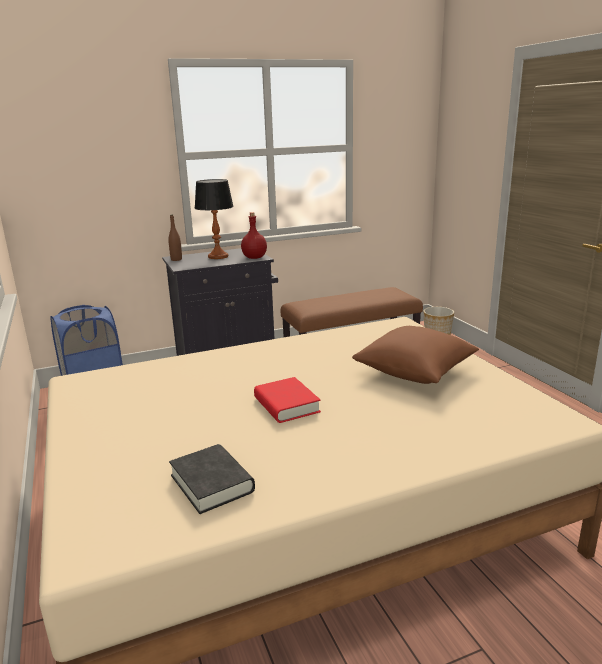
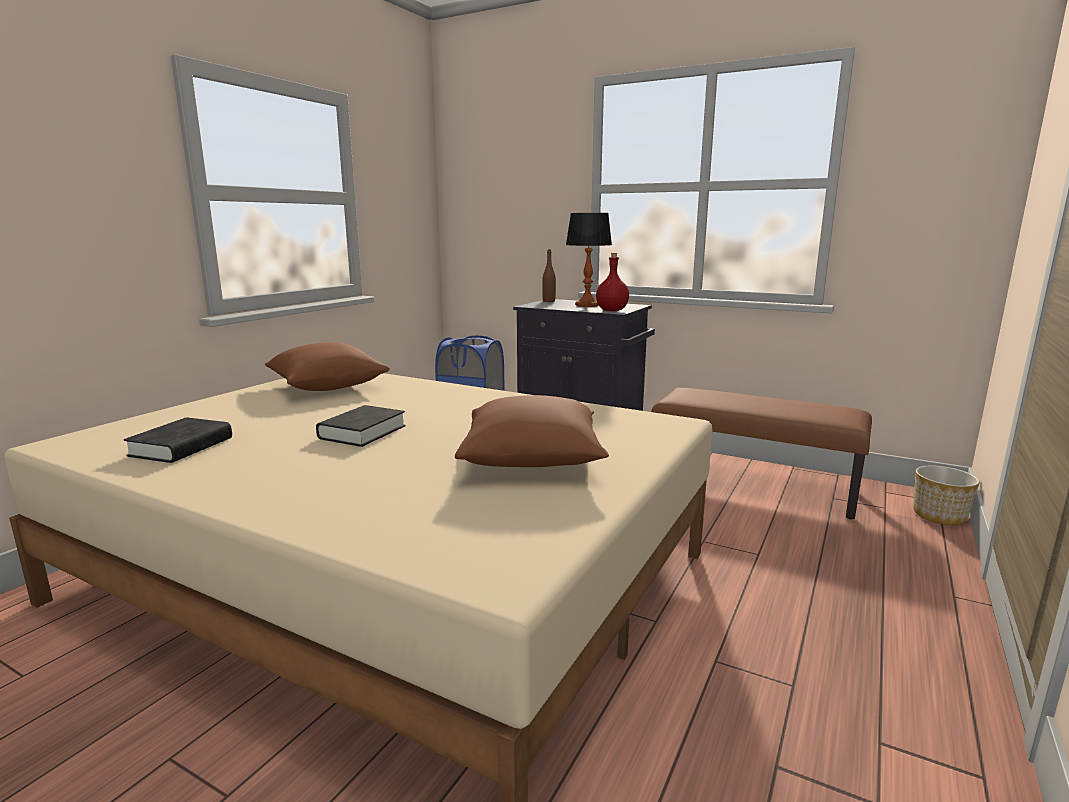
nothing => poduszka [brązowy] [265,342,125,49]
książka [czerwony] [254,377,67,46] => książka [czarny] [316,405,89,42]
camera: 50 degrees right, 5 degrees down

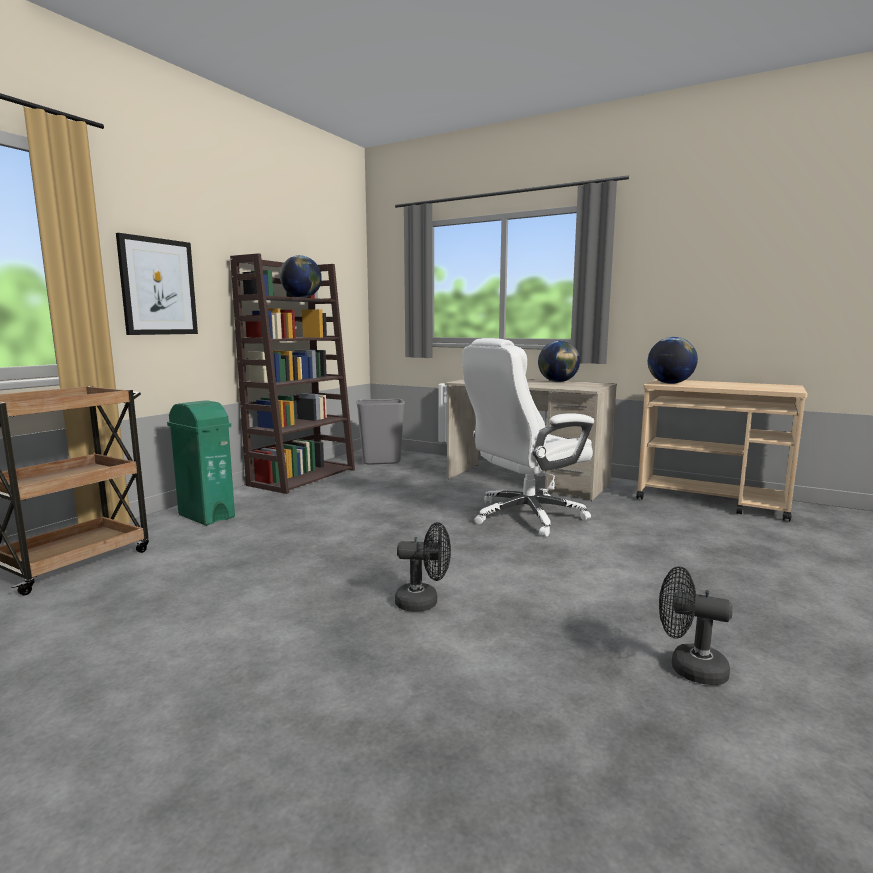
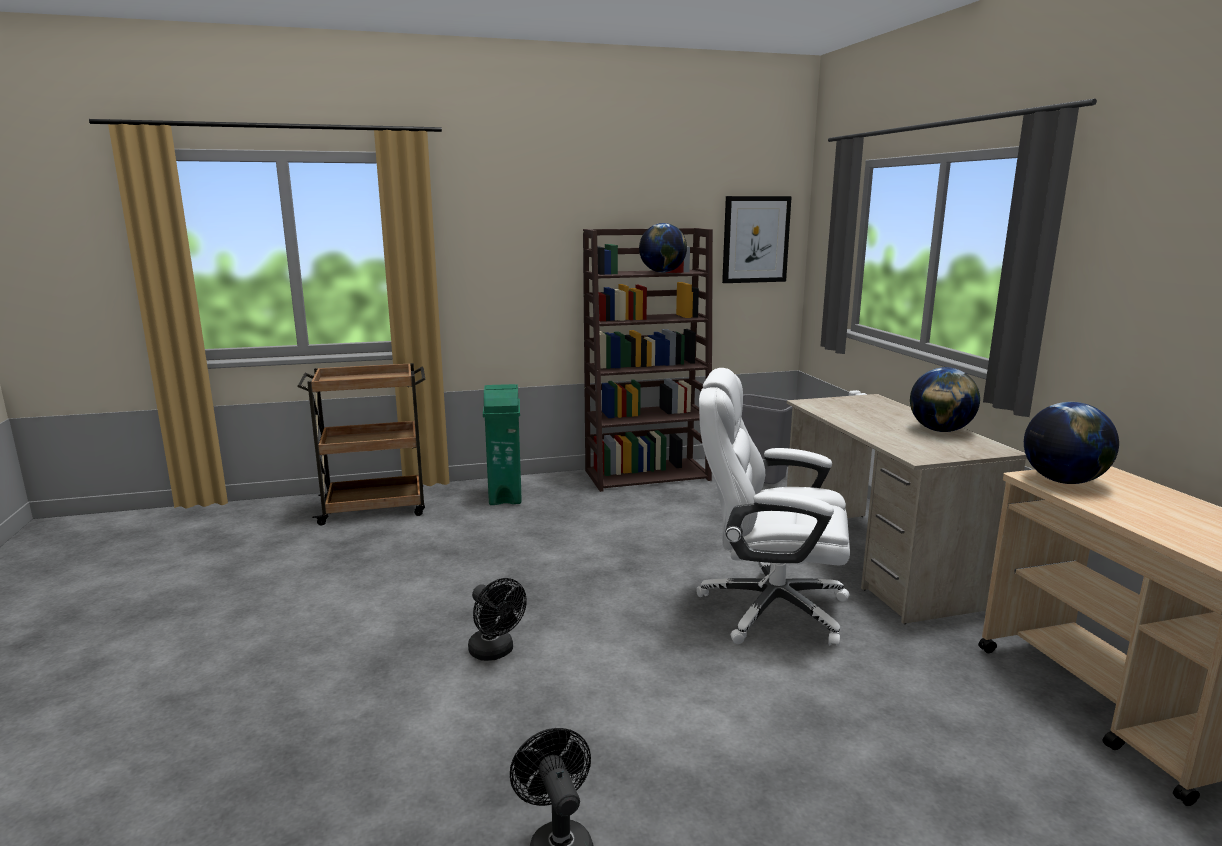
obraz [116,233,82,102] => obraz [722,196,70,87], shifted
camera: 45 degrees right, 5 degrees up

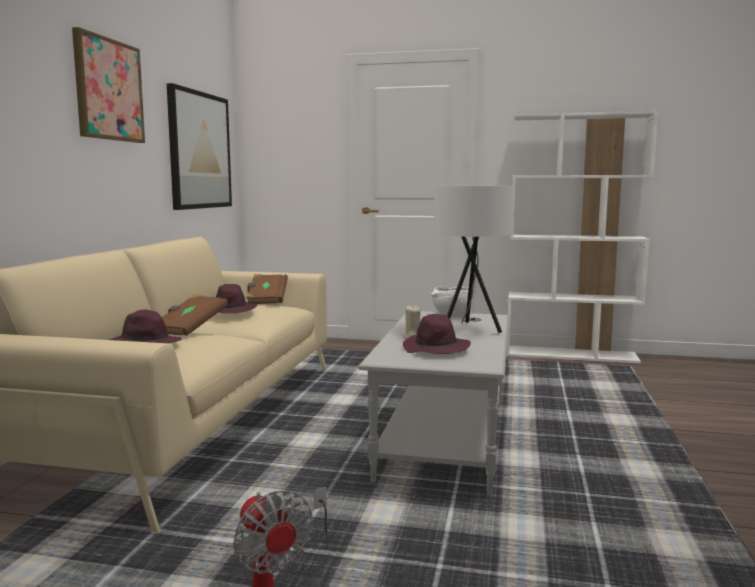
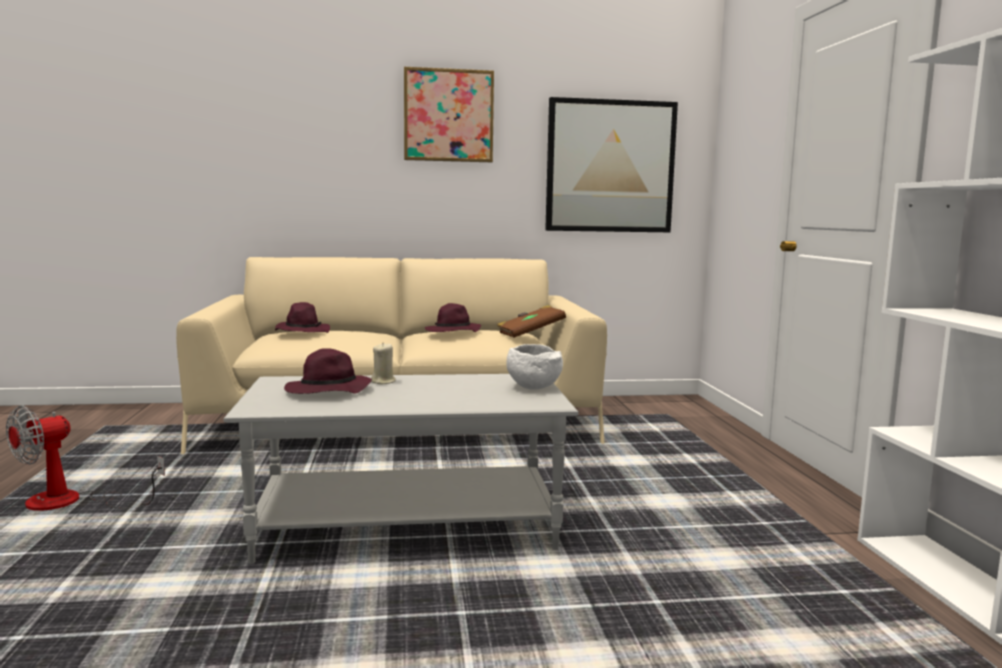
książka [brązowy] [162,294,66,42] => nothing
lampa stołowa [biały] [434,186,79,147] => nothing
camera: 70 degrees right, 0 degrees up

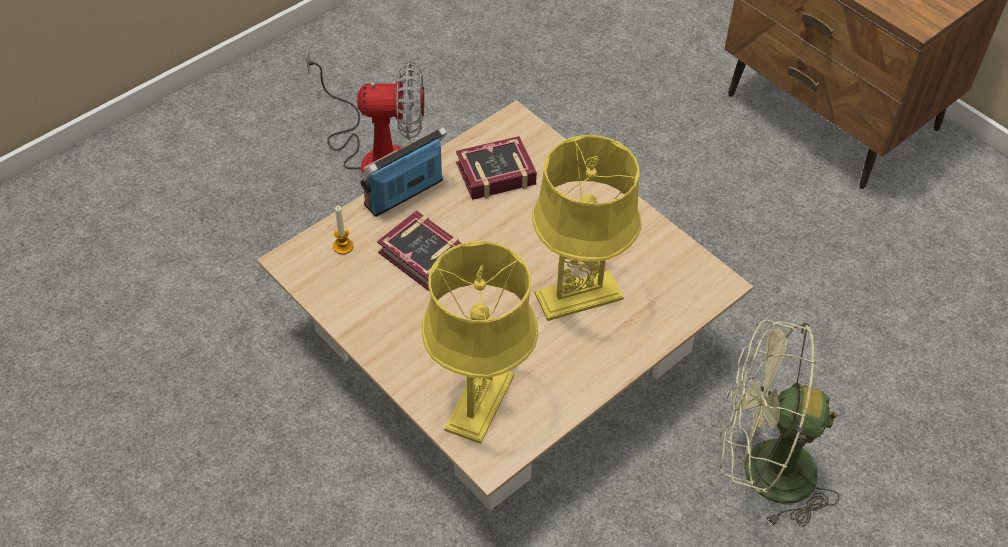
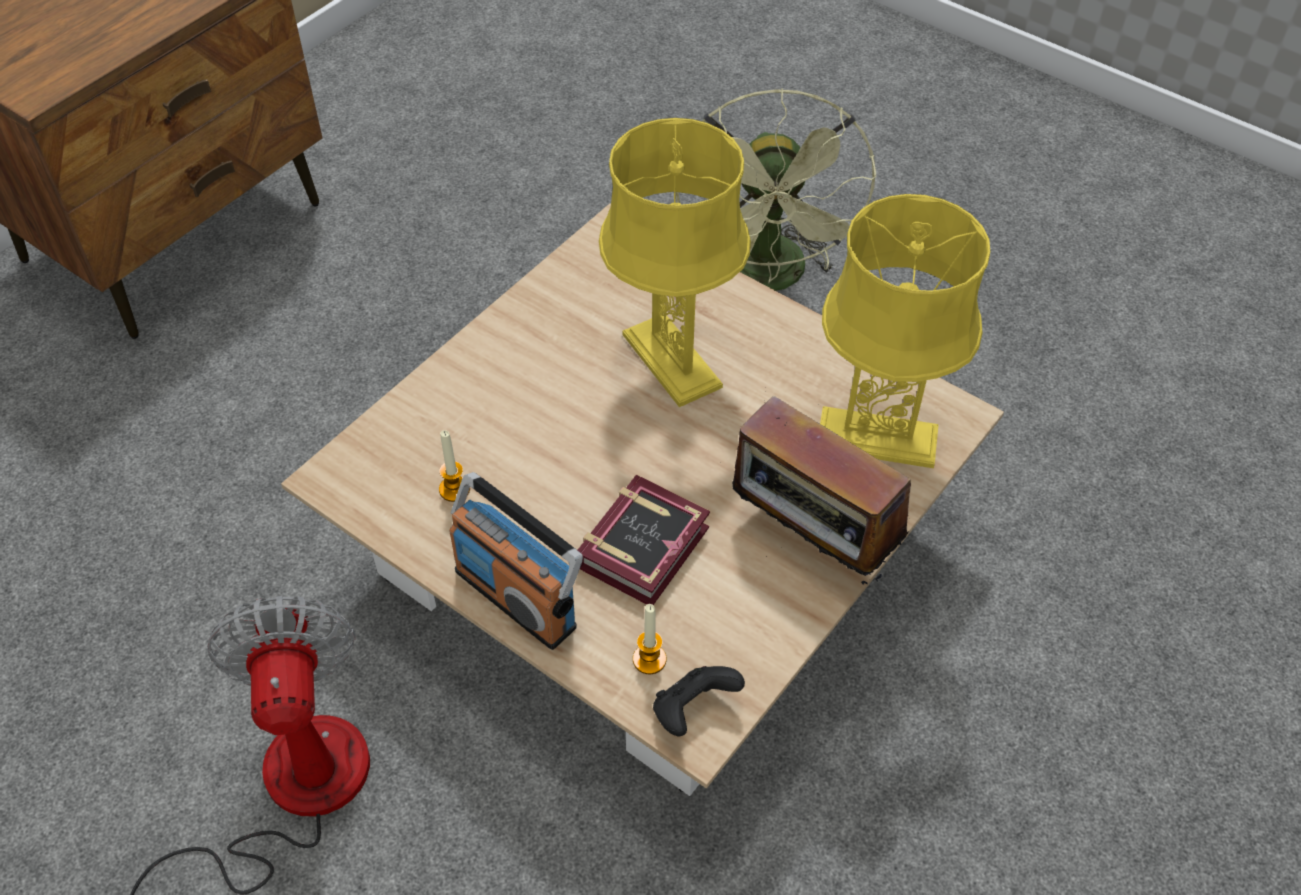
nothing => pad do gier [czarny] [653,666,92,70]
nothing => radio [732,391,179,197]
książka [456,136,81,64] => świeca [439,430,31,72]
camera: 100 degrees left, 0 degrees up

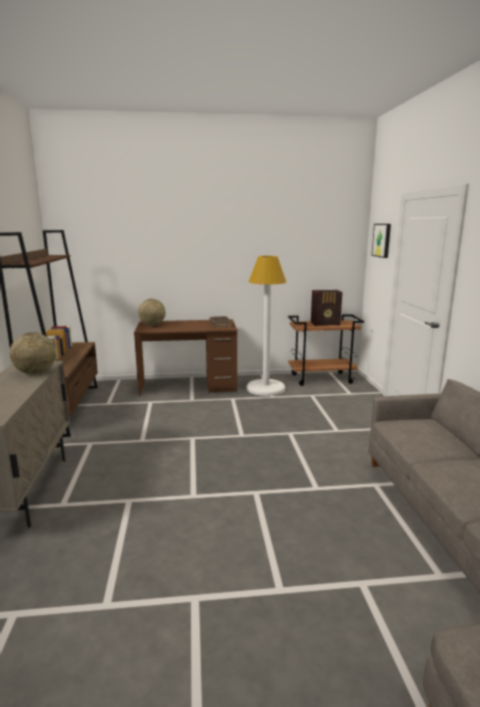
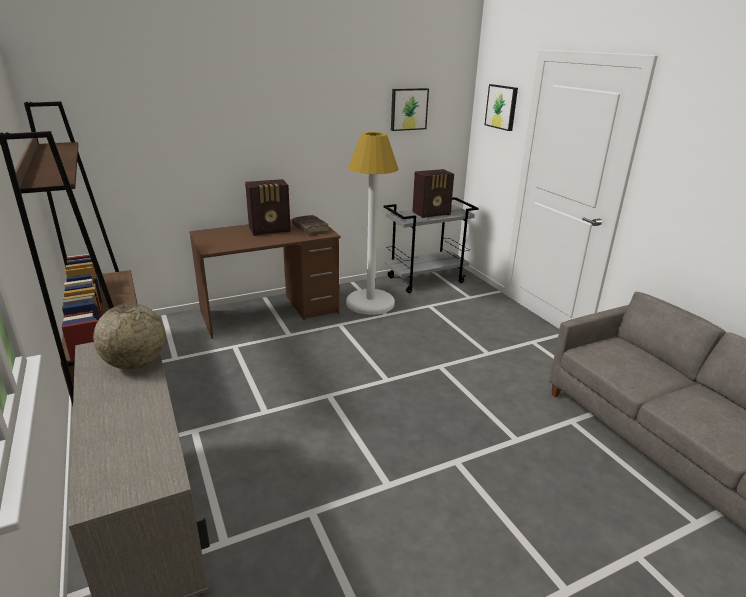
globus [138,299,28,27] => nothing
nothing => radio [245,179,46,57]
nothing => obraz [391,88,38,43]
wózek [brązowy] [288,314,76,72] => wózek [szary] [384,197,95,96]
camera: 20 degrees left, 10 degrees up

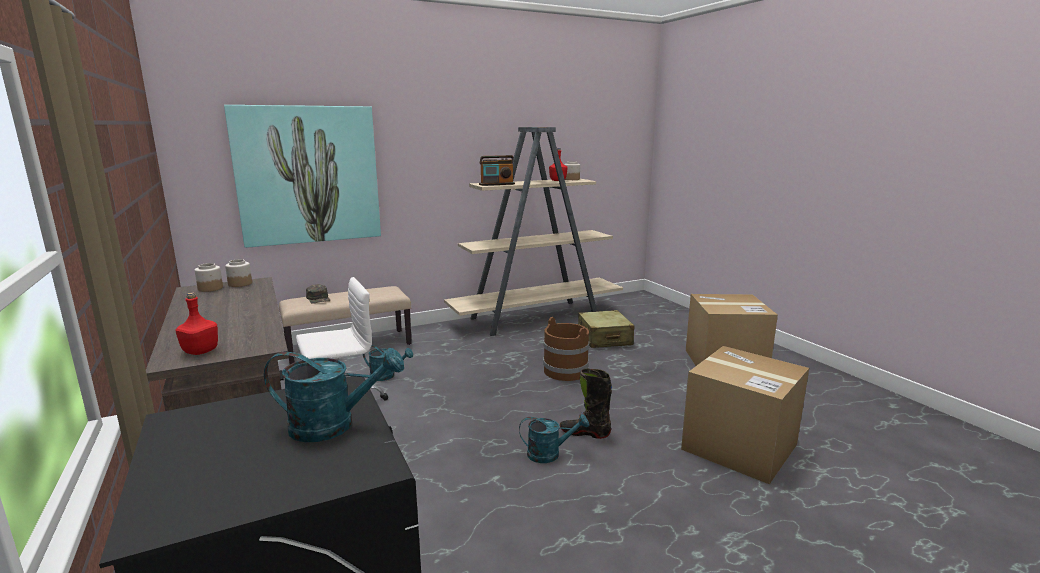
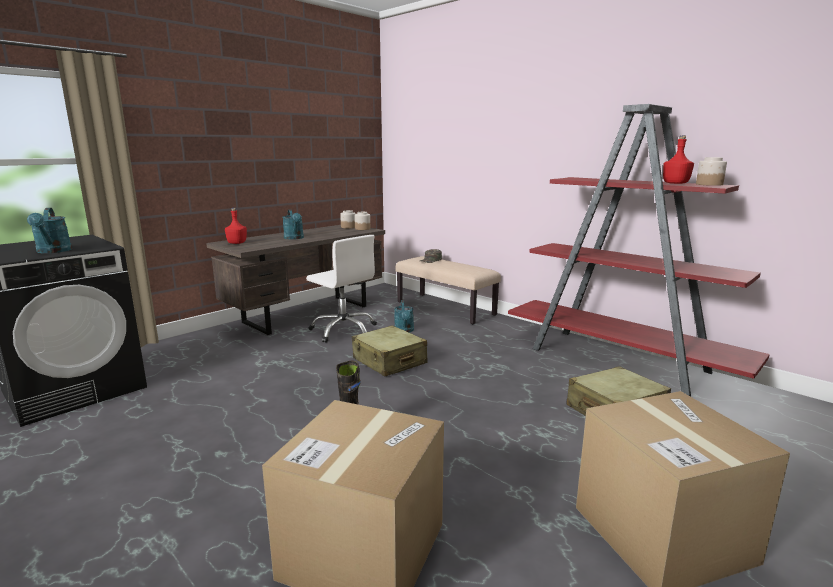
obraz [224,105,157,143] => nothing
radio [479,155,36,31] => nothing
wiadro [brązowy] [543,317,46,64] => nothing
nothing => walizka [beżowy] [352,325,75,51]
konewka [turkusowy] [519,414,70,49] => konewka [turkusowy] [283,209,21,30], shifted
regał [beżowy] [444,127,179,209] => regał [czerwony] [508,104,262,293]
camera: 70 degrees right, 0 degrees up

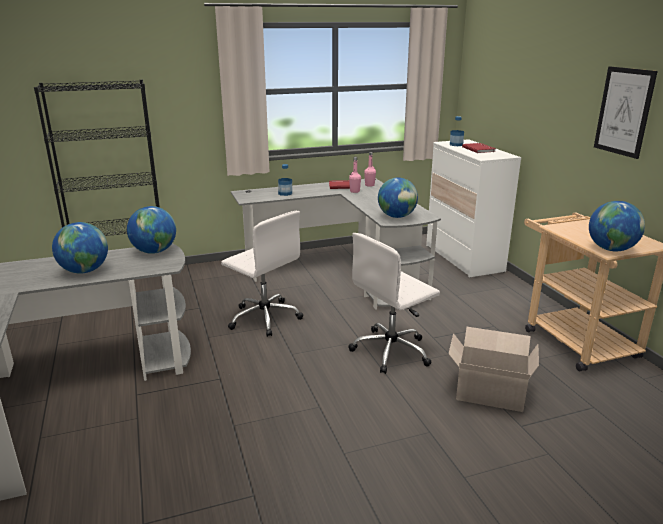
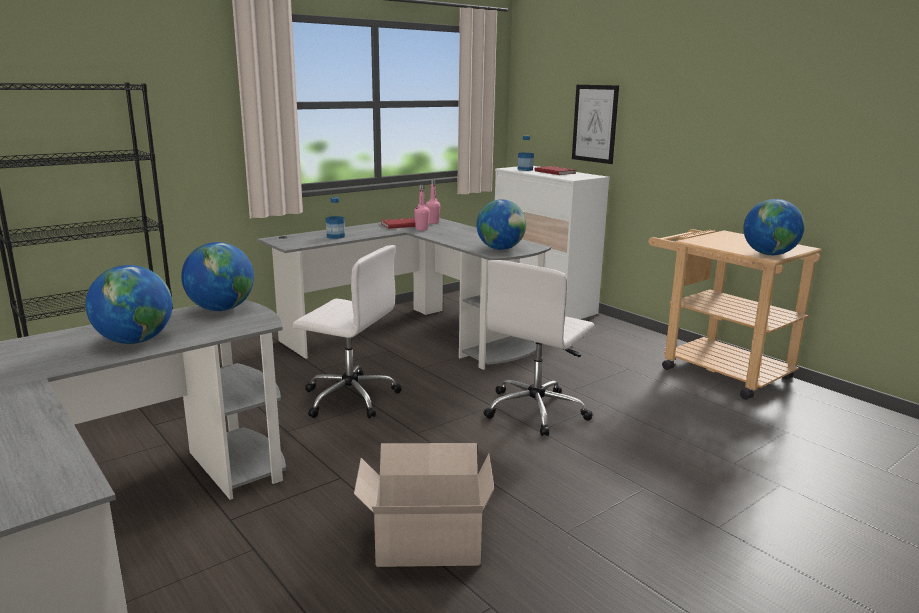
karton [448,327,91,85] => karton [354,443,140,124], shifted
obraz [594,66,64,93] => obraz [572,85,47,79], shifted
camera: 20 degrees left, 5 degrees down

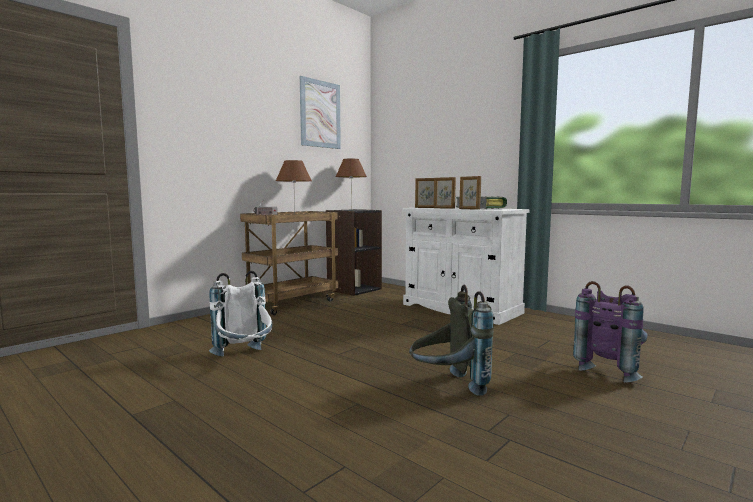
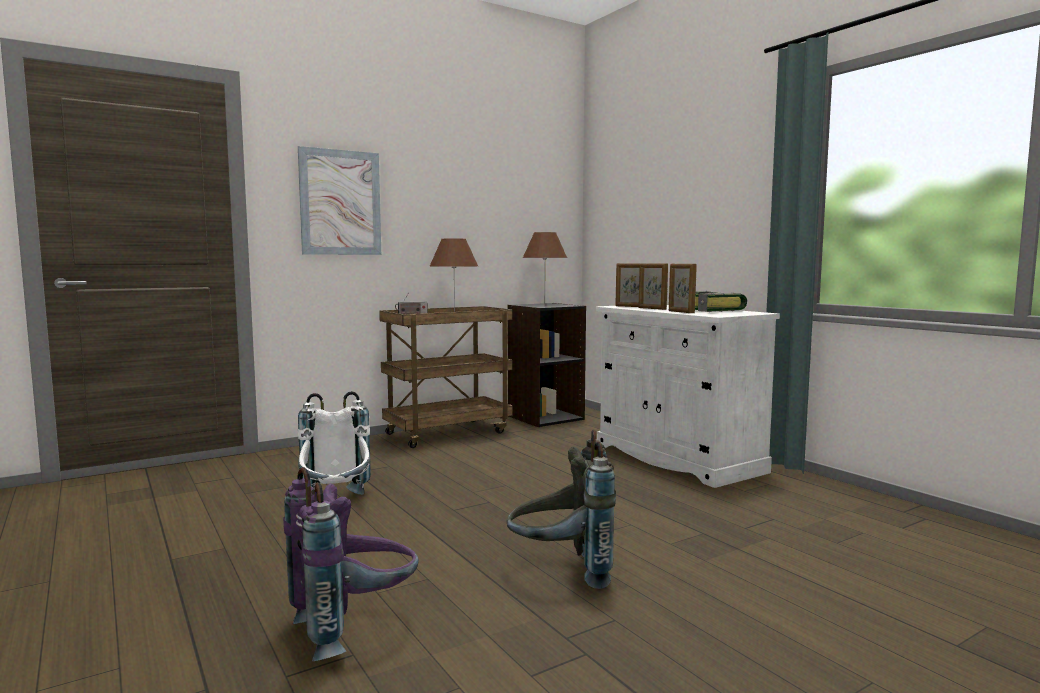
obraz [300,76,41,73] => obraz [298,146,83,109], shifted
plecak [fioletowy] [573,281,75,102] => plecak [fioletowy] [283,467,136,194], shifted
camera: 15 degrees right, 0 degrees up

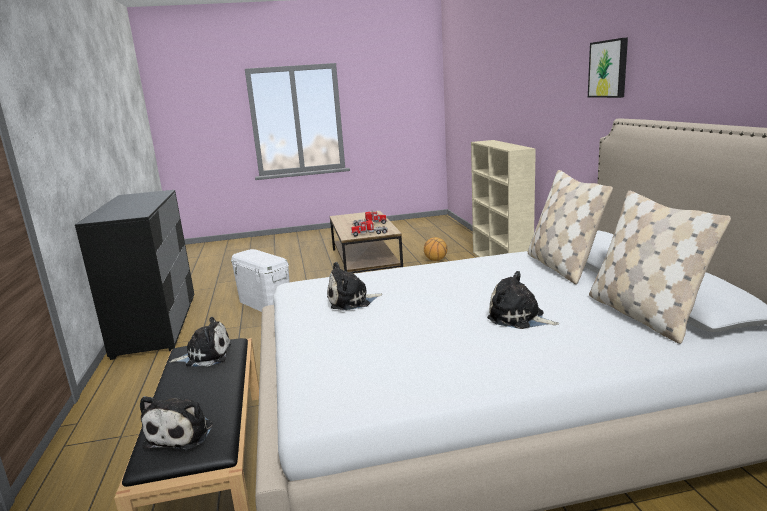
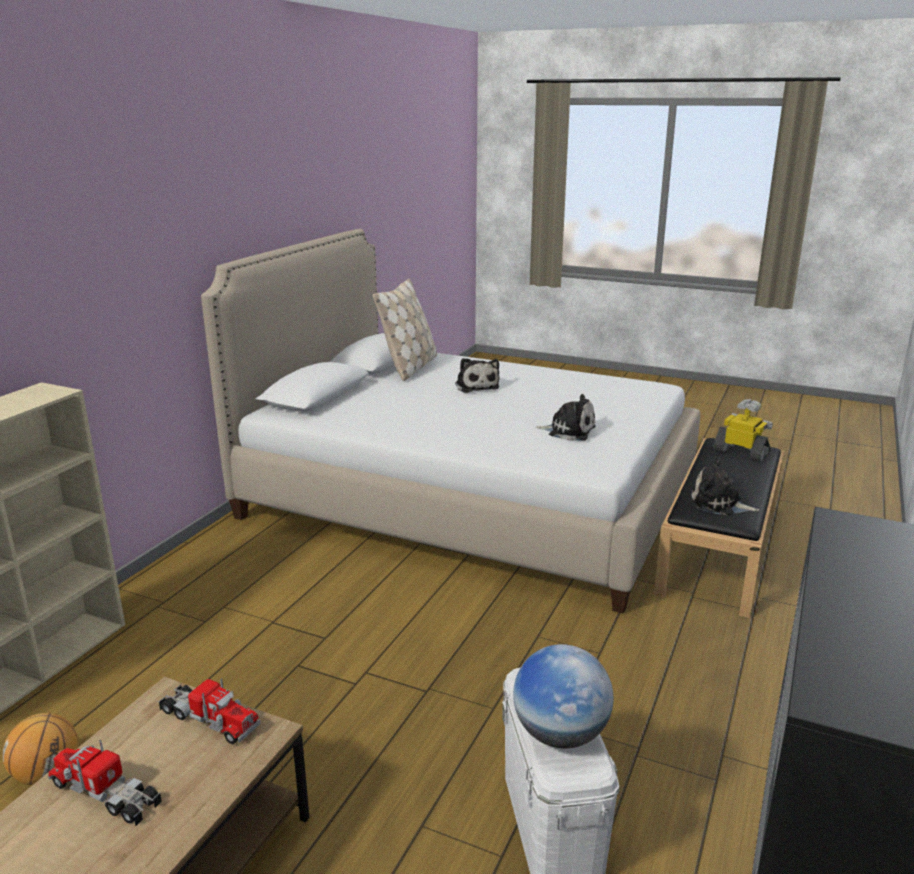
poduszka [beżowy] [528,170,85,114] => nothing
obraz [588,38,40,60] => nothing
nothing => globus [513,644,100,105]
pluszak [140,396,73,55] => robot zabawkowy [713,399,60,63]
camera: 145 degrees left, 5 degrees up

